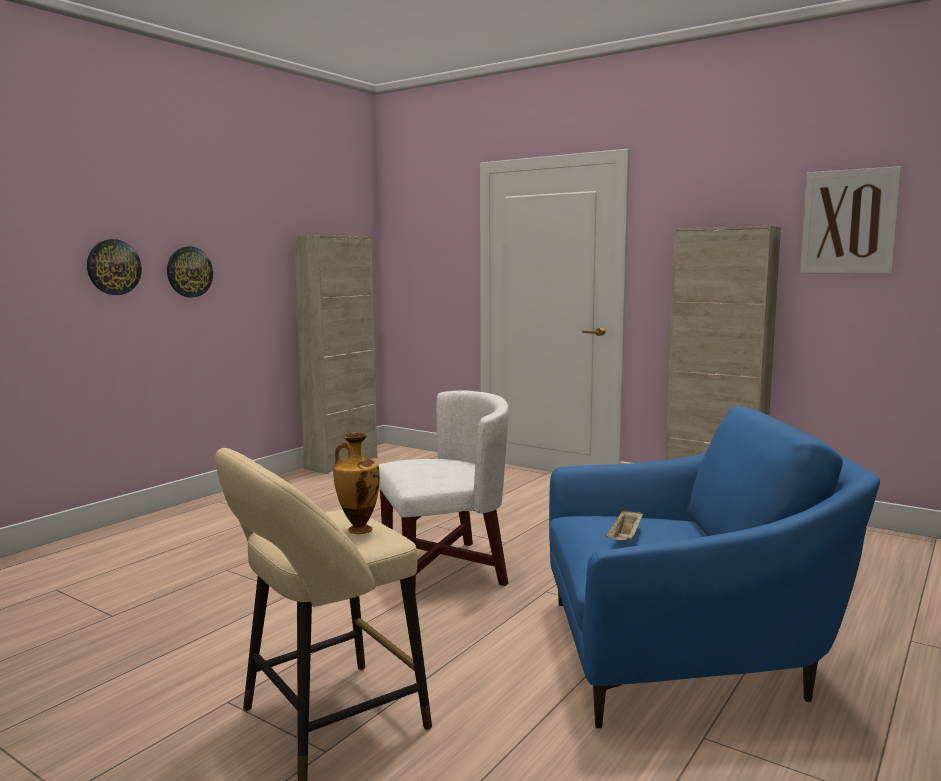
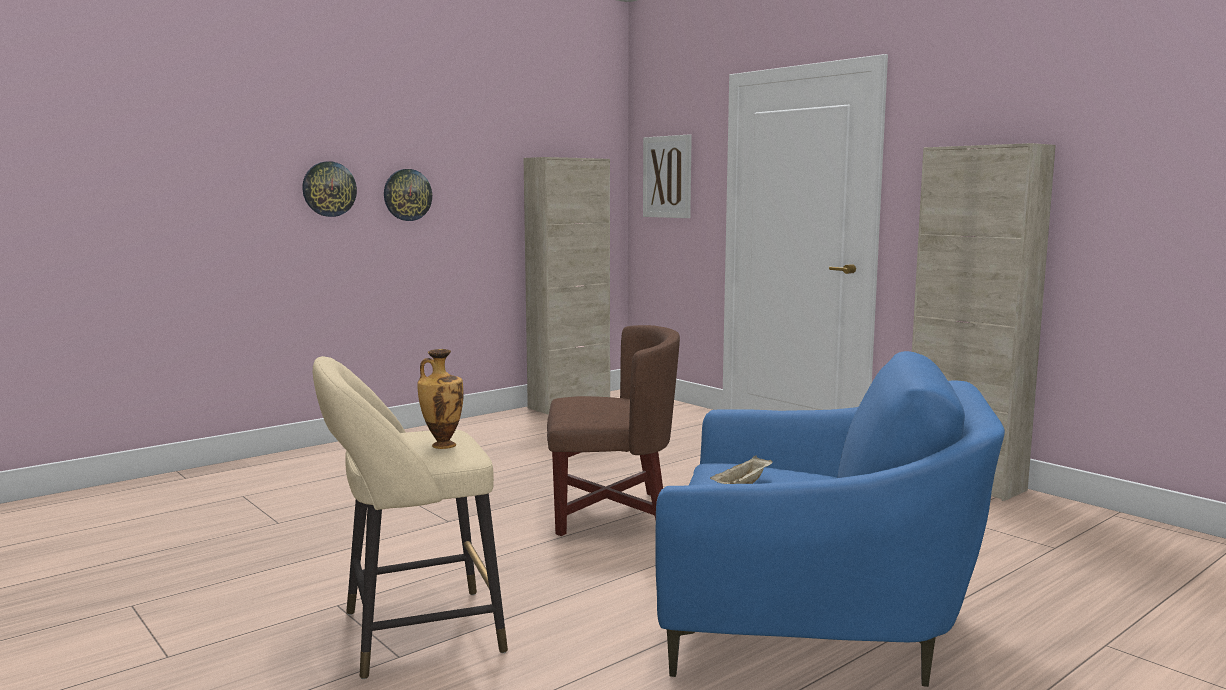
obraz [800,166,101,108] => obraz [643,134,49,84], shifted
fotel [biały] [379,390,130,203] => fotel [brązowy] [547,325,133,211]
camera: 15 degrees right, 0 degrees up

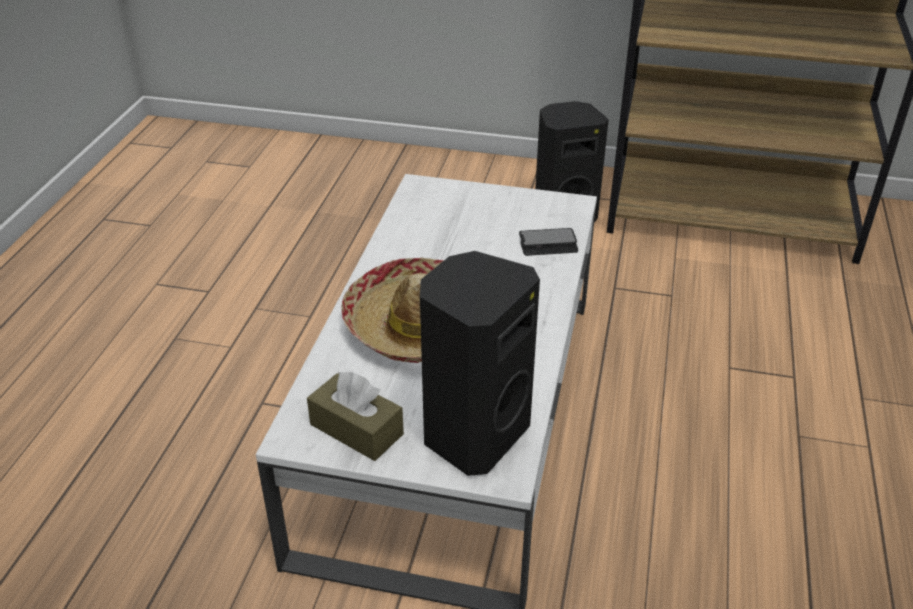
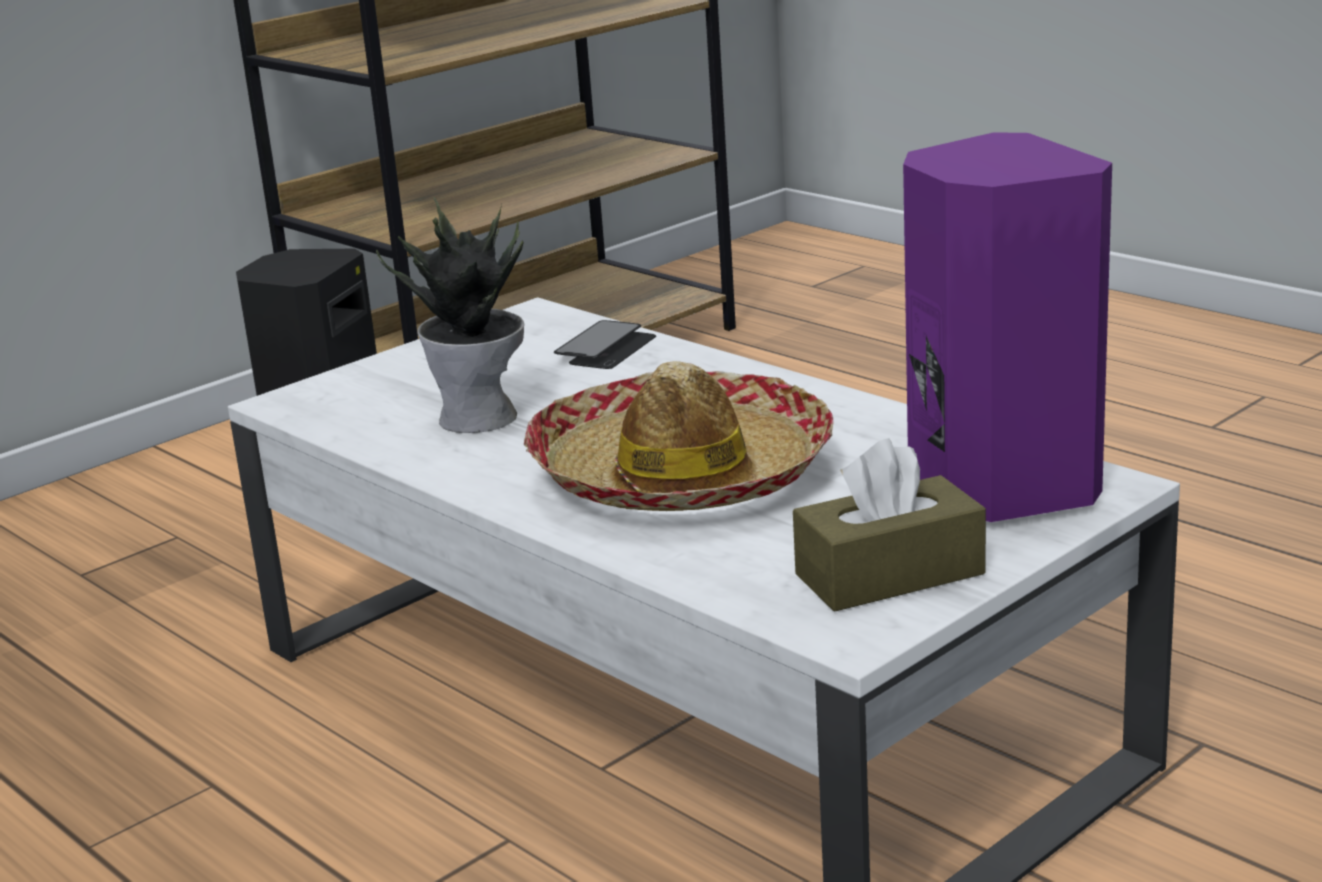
nothing => roślina doniczkowa [376,197,148,236]
głośnik [czarny] [420,251,120,225] => głośnik [fioletowy] [903,132,209,390]
camera: 55 degrees left, 15 degrees down

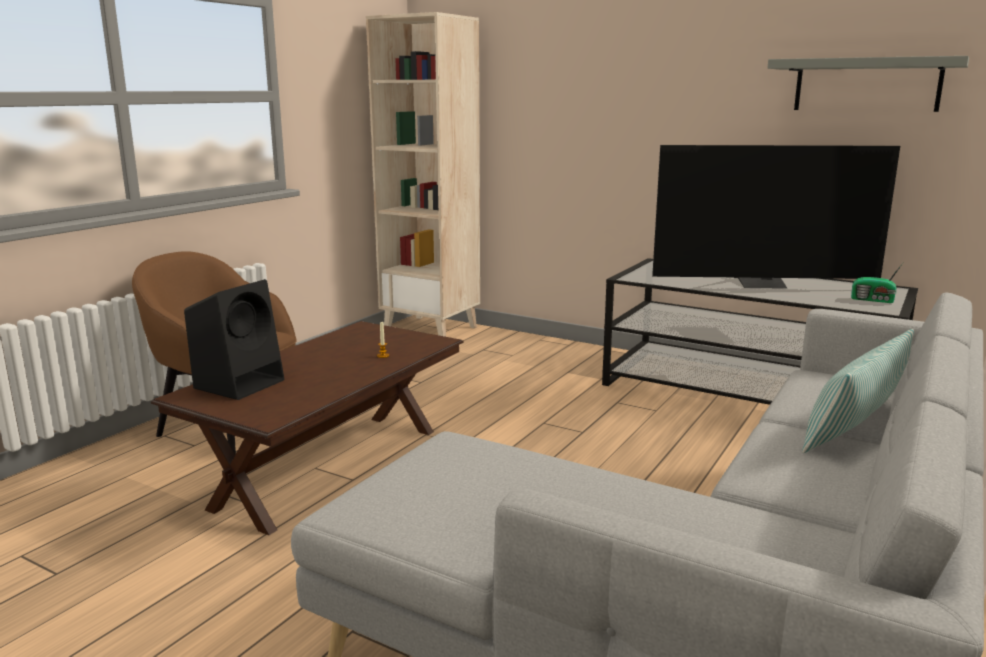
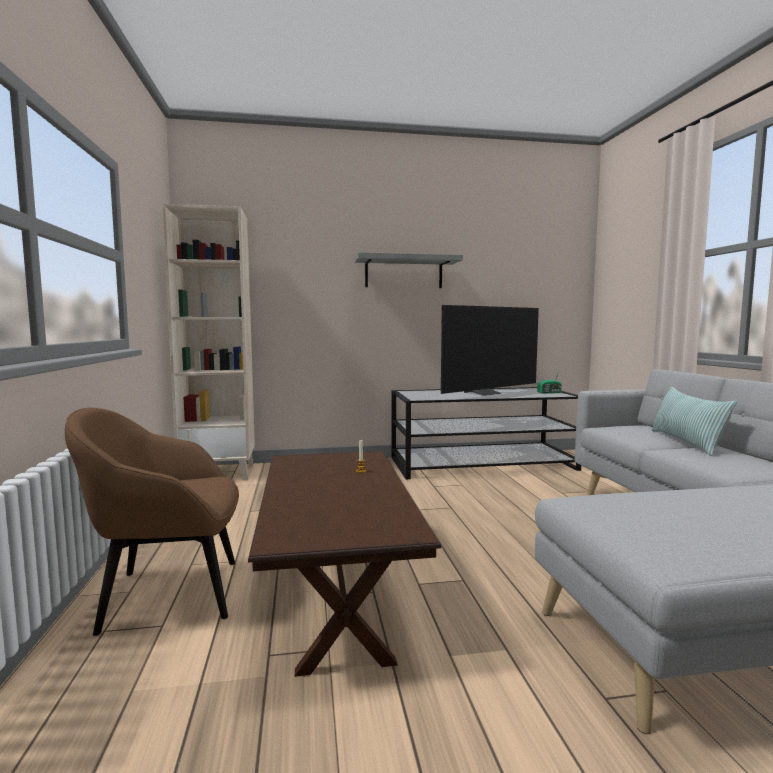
głośnik [czarny] [184,279,100,121] => nothing
półka [szary] [768,56,201,56] => półka [szary] [354,252,109,36], shifted
camera: 40 degrees left, 10 degrees down

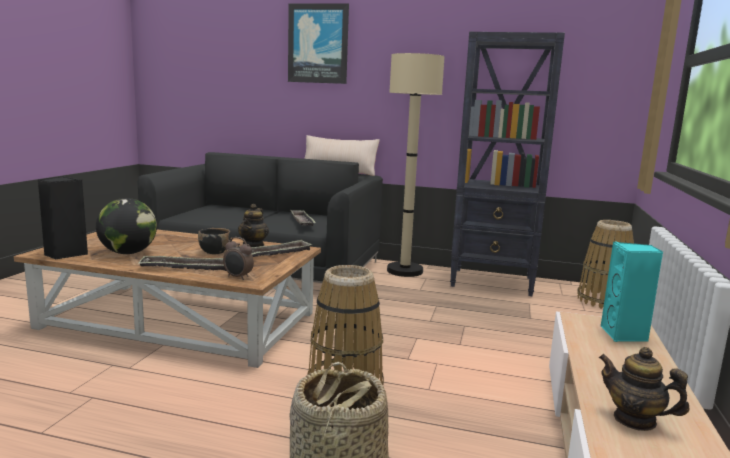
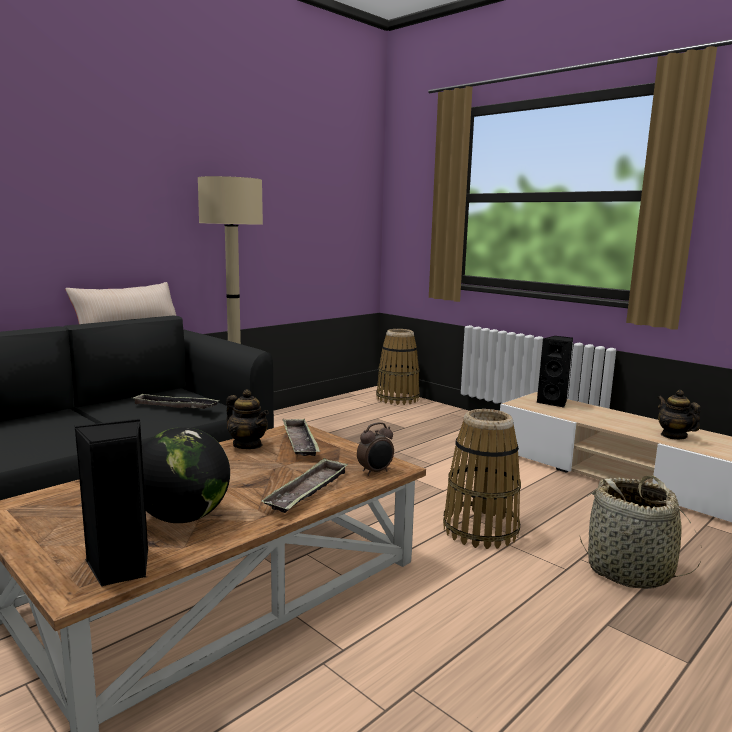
miska [czarny] [198,228,33,26] => nothing
obraz [288,3,61,81] => nothing
regał [czarny] [450,32,115,264] => nothing
głośnik [turkusowy] [601,242,62,100] => głośnik [czarny] [536,336,37,72]
imbryk [599,347,90,84] => imbryk [657,390,44,50], 90 degrees clockwise
camera: 60 degrees left, 0 degrees up

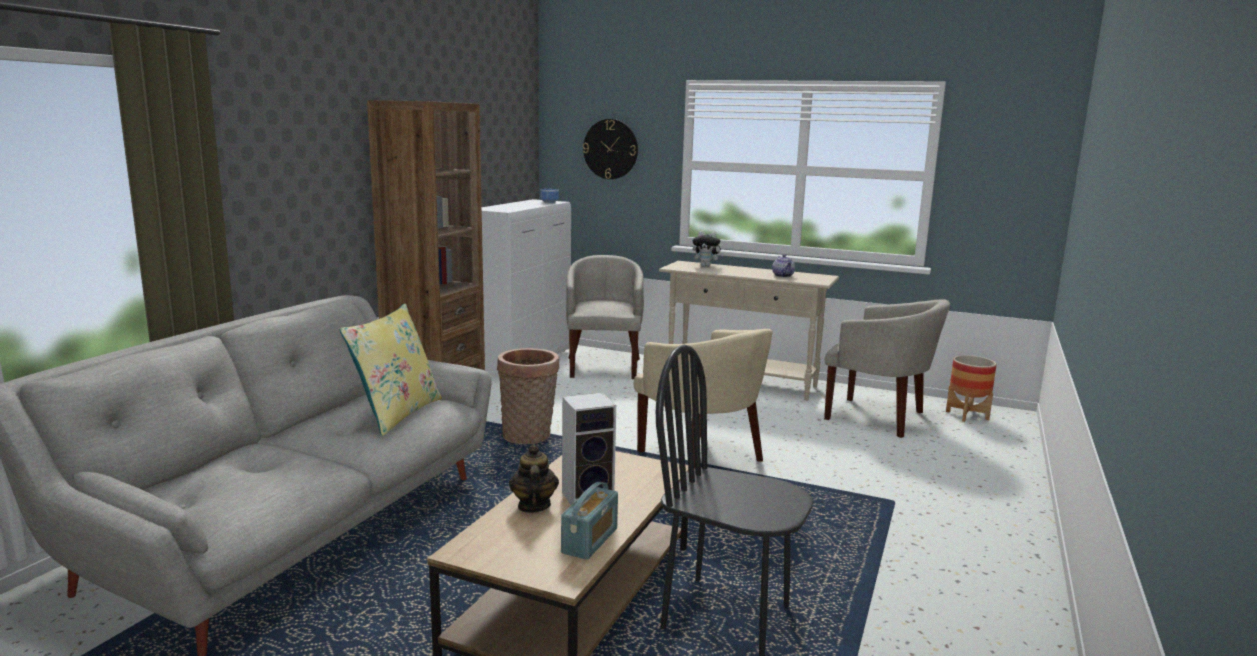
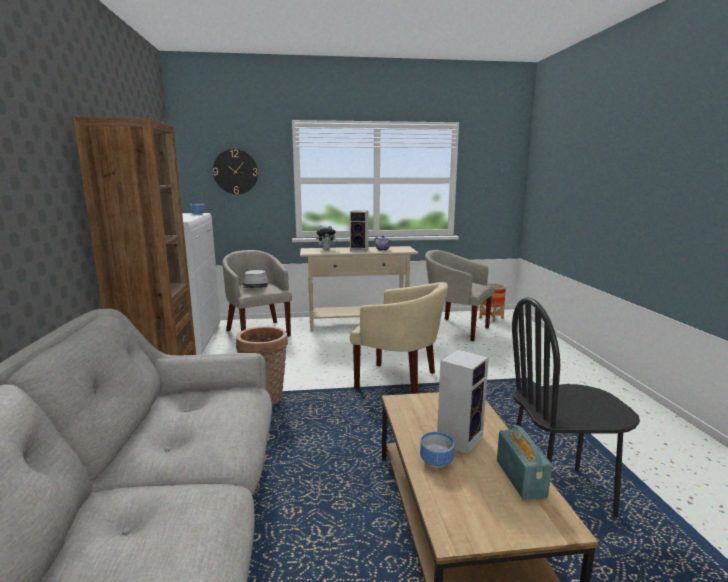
poduszka [żółty] [340,304,102,132] => nothing
nothing => kapelusz [szary] [243,270,26,18]
nothing => głośnik [350,211,19,41]
imbryk [509,444,50,69] => miska [420,432,34,36]
fotel [beżowy] [824,299,126,139] => fotel [beżowy] [425,250,70,91], 150 degrees counterclockwise
camera: 30 degrees left, 0 degrees up

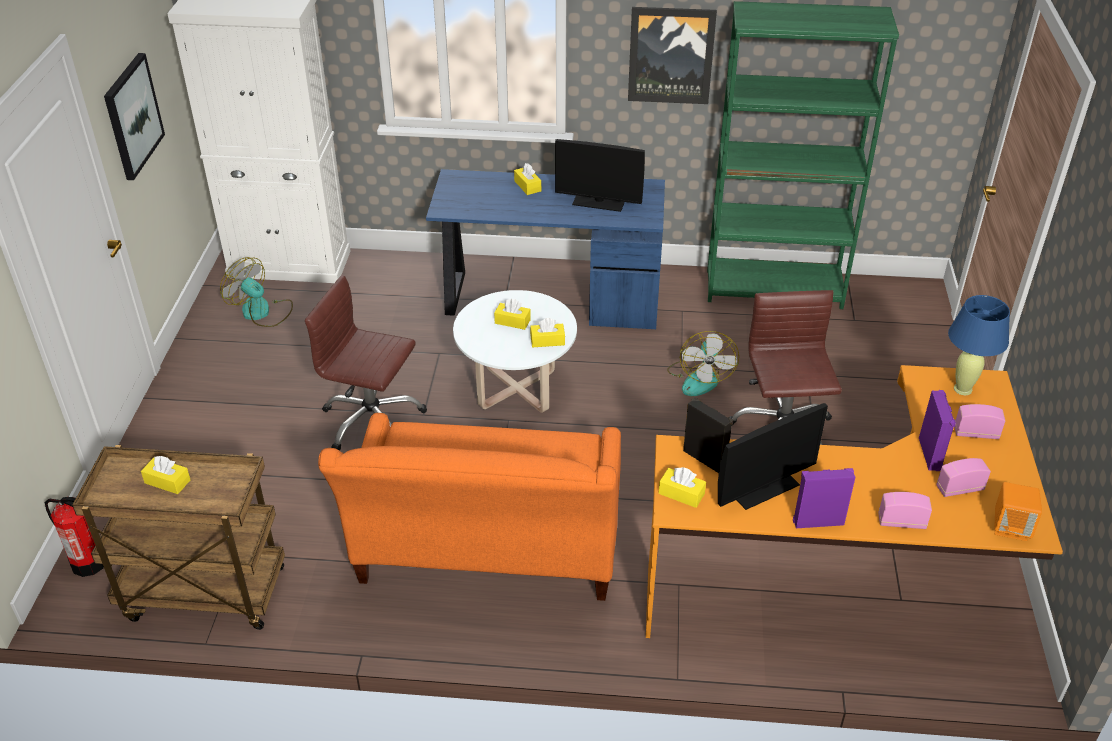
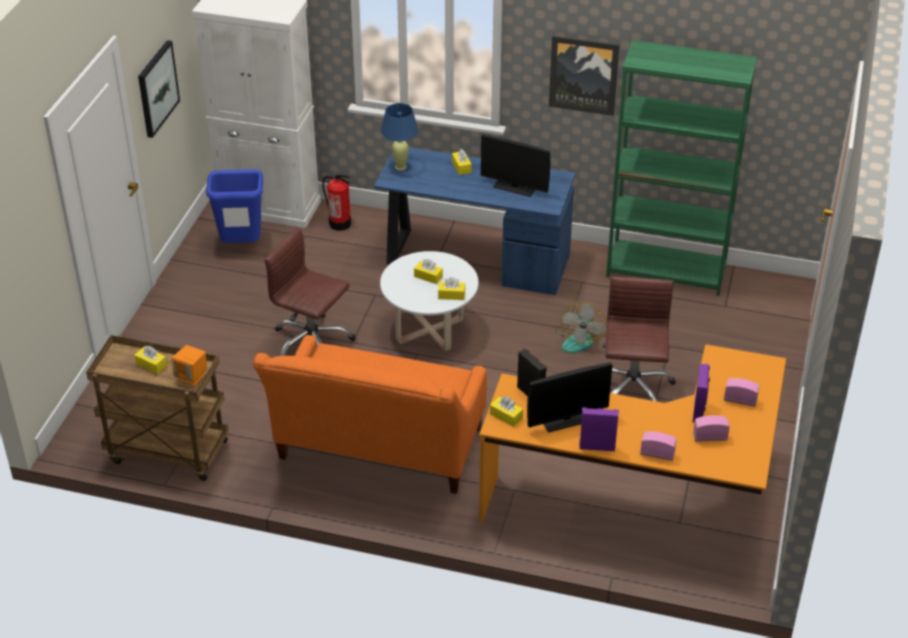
gaśnica [45,497,59,80] => gaśnica [322,175,29,56], shifted
lampa stołowa [niebieski] [948,295,62,100] => lampa stołowa [niebieski] [381,103,37,67], shifted
głośnik [pomarańczowy] [995,482,47,59] => głośnik [pomarańczowy] [172,345,35,41], shifted
wentylator [220,257,73,70] => kosz na śmieci [niebieski] [206,169,57,74]
camera: 10 degrees right, 0 degrees up

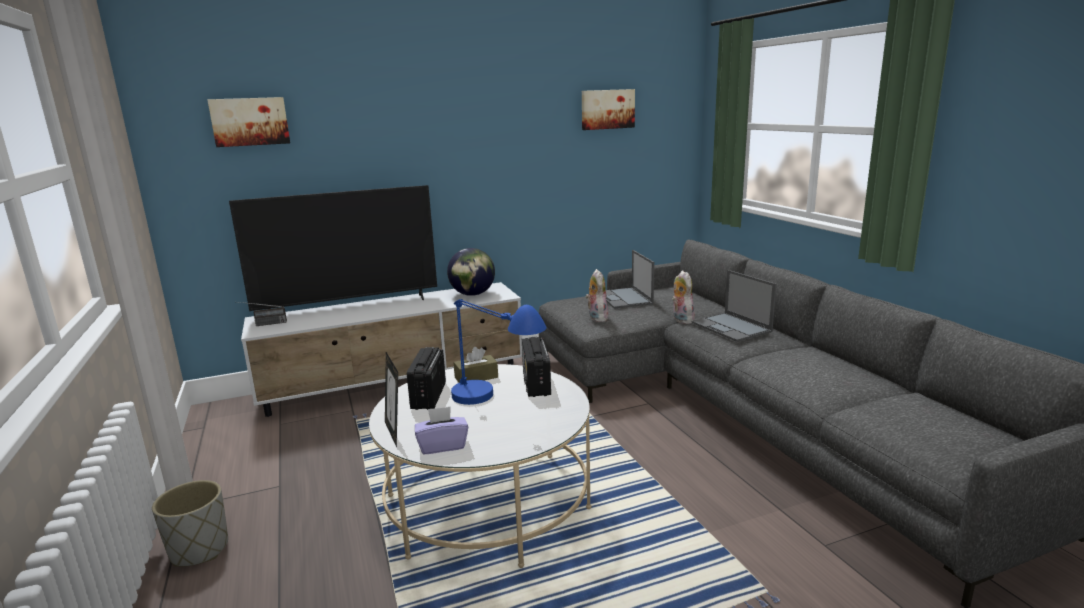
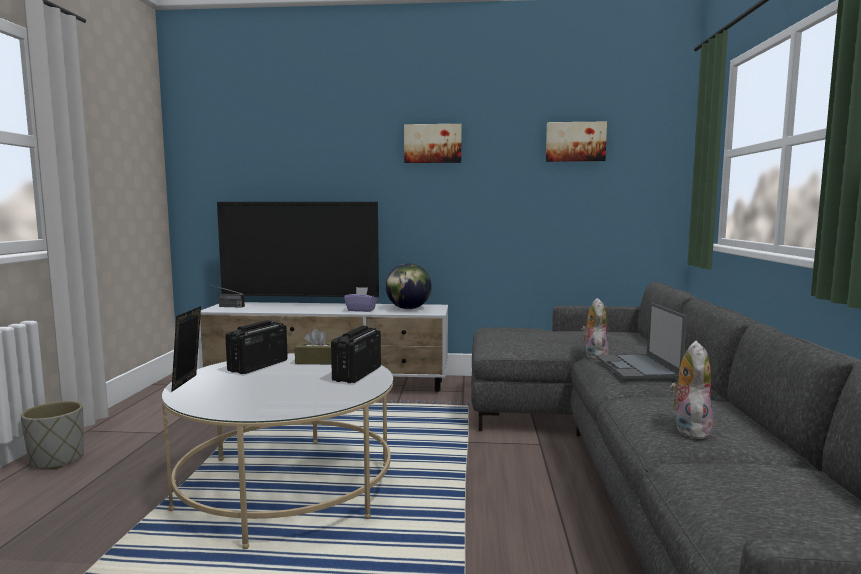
lampa stołowa [niebieski] [451,299,95,106] => nothing
laptop [606,250,48,59] => nothing
obraz [207,97,83,50] => obraz [404,124,57,39], shifted
pudełko chusteczek [fioletowy] [415,407,53,47] => pudełko chusteczek [fioletowy] [344,287,33,25], shifted
pluszak [586,269,22,53] => pluszak [670,341,43,98], shifted
camera: 25 degrees right, 10 degrees down

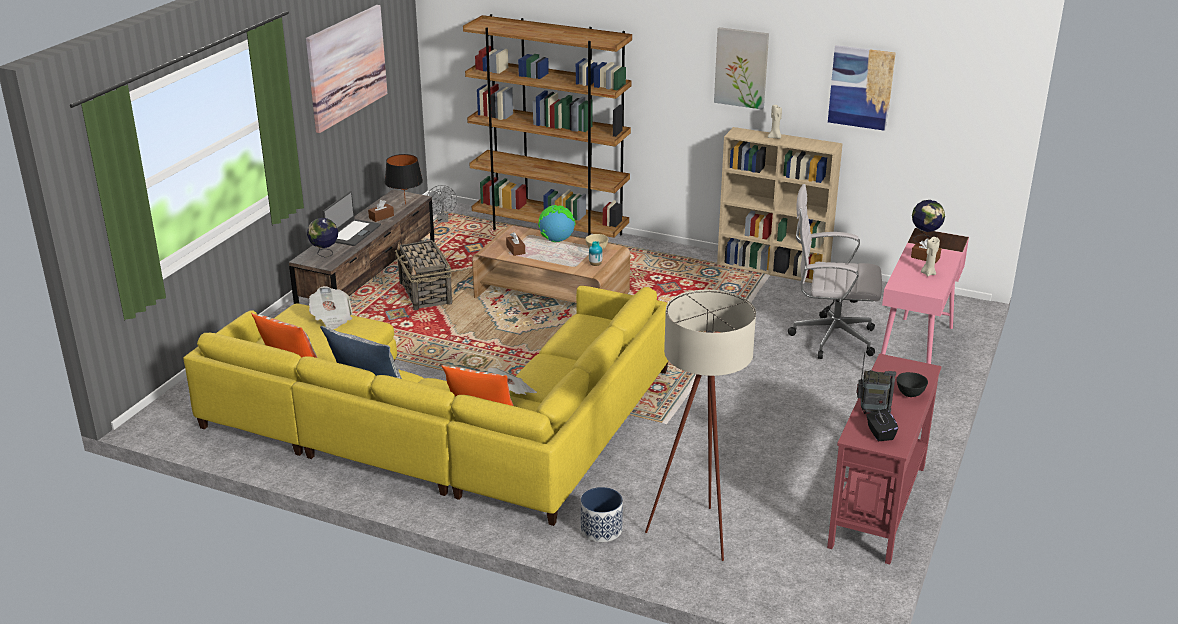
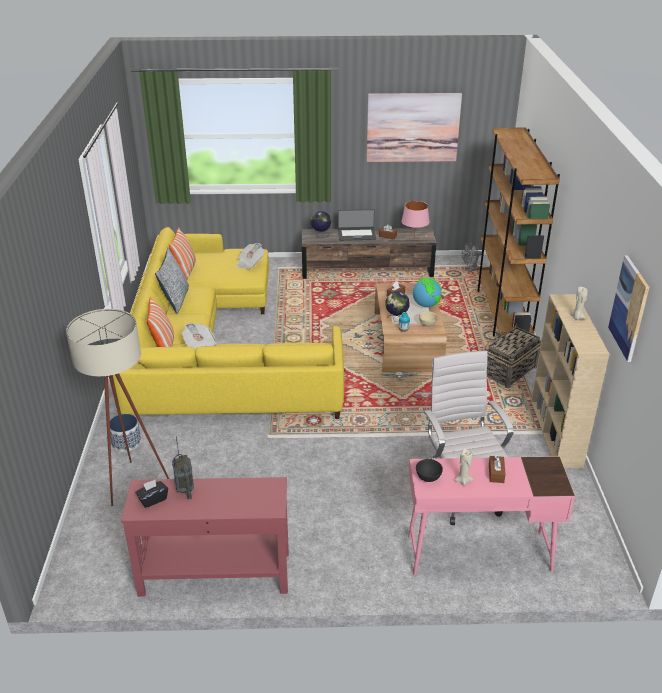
obraz [714,27,55,83] => nothing
koszyk [395,240,57,70] => koszyk [484,324,58,64], shifted
miska [czarny] [897,372,31,25] => miska [czarny] [416,459,27,23], shifted
globus [912,200,33,43] => globus [385,291,25,31], shifted
lampa stołowa [czarny] [385,154,38,51] => lampa stołowa [różowy] [402,201,27,37]
camera: 65 degrees right, 5 degrees up

